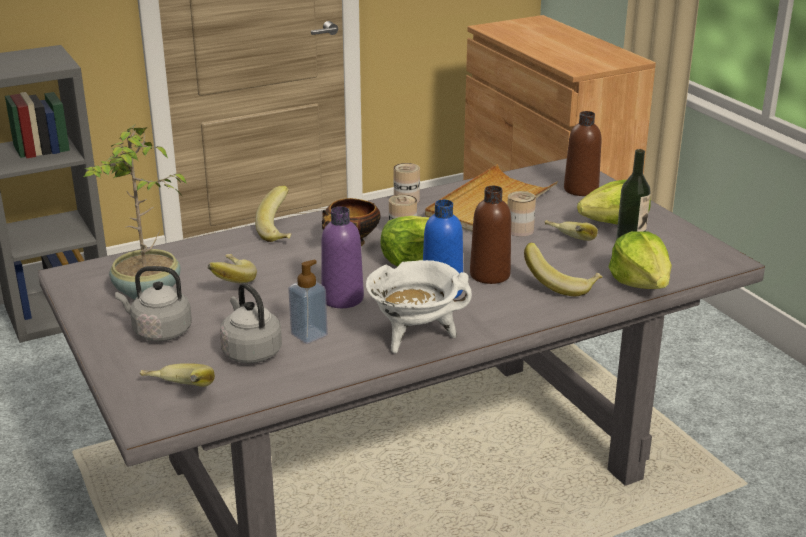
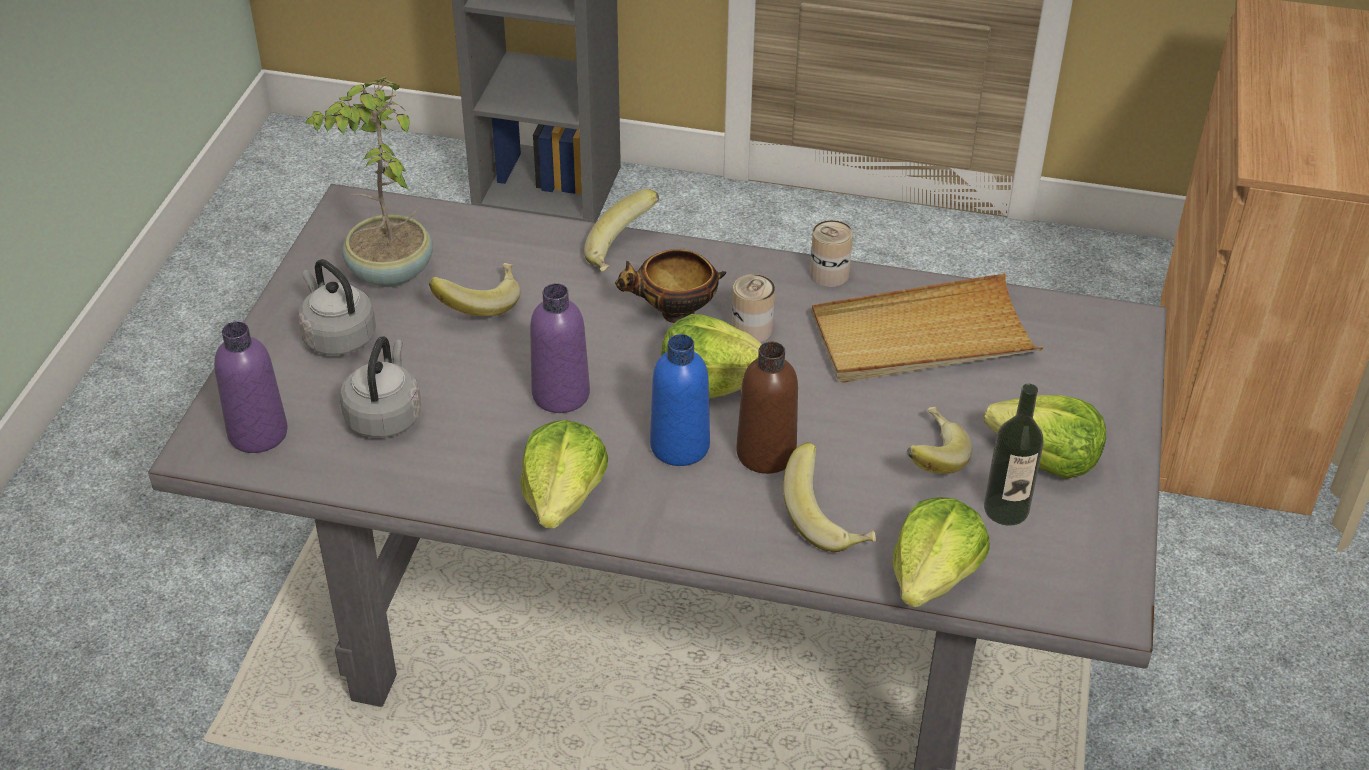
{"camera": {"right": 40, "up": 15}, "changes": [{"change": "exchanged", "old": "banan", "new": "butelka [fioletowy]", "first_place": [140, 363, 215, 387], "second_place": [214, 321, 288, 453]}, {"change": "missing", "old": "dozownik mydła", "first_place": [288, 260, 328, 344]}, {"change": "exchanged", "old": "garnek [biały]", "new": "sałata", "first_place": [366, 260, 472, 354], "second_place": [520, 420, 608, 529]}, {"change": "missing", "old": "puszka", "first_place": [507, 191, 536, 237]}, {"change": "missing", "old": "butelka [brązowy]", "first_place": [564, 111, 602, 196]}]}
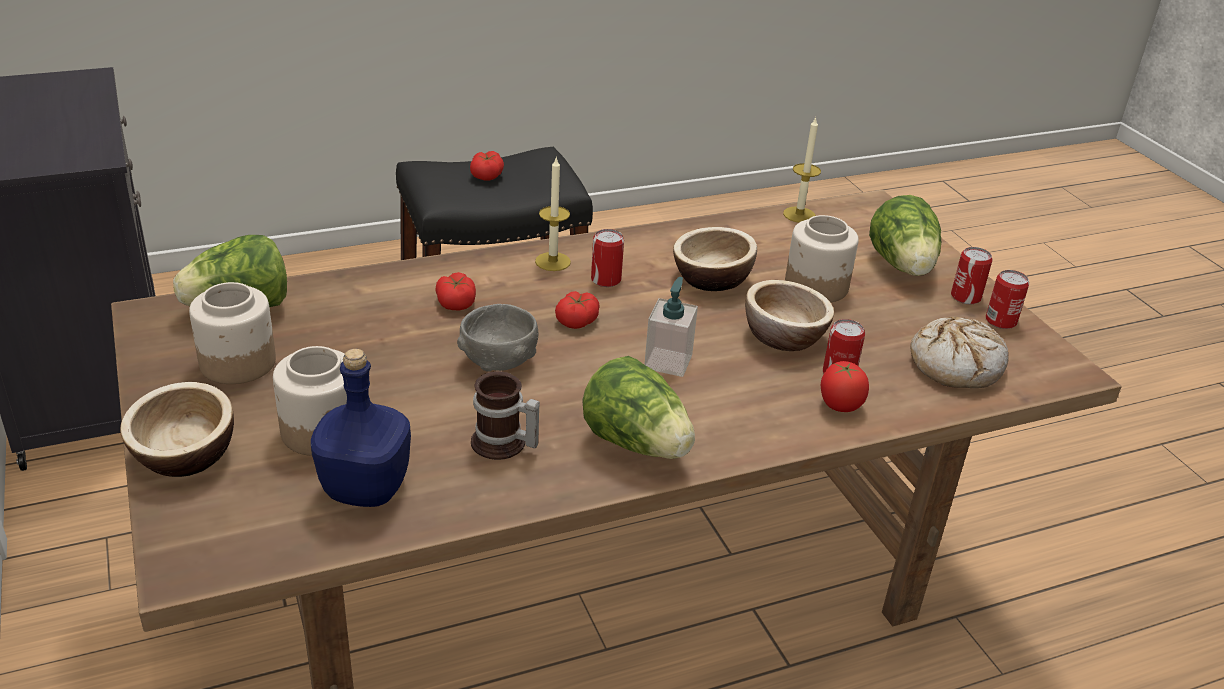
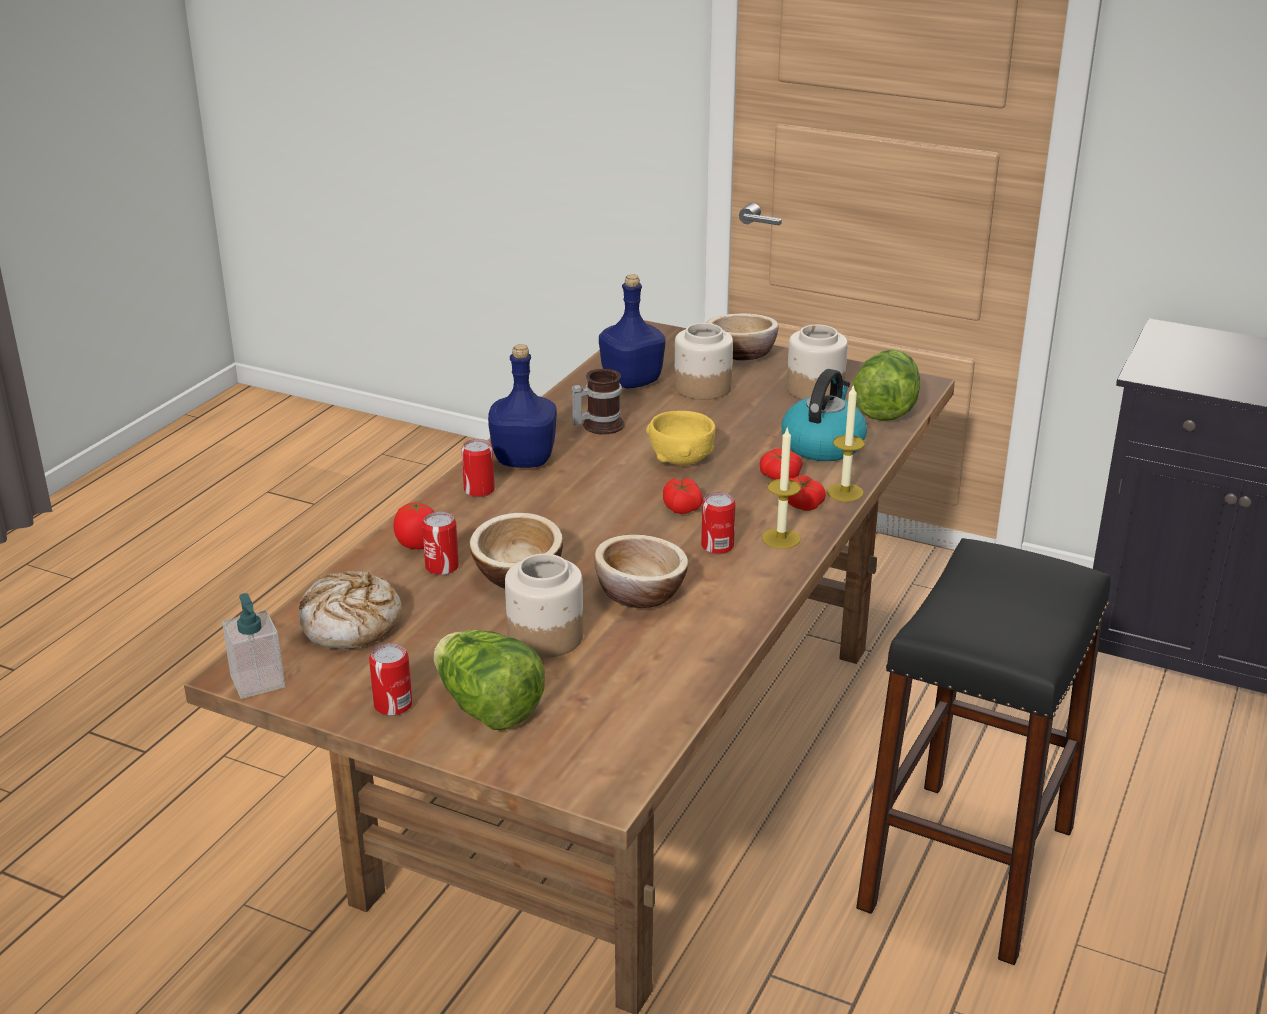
{"camera": {"right": 140, "up": -5}, "changes": [{"change": "colour", "old": "miska [szary]", "new": "miska [żółty]", "first_place": [457, 304, 538, 372], "second_place": [646, 411, 716, 465]}, {"change": "relocated", "old": "pomidor", "first_place": [470, 151, 504, 181], "second_place": [788, 475, 826, 511]}, {"change": "exchanged", "old": "sałata", "new": "butelka [niebieski]", "first_place": [582, 356, 695, 459], "second_place": [488, 344, 557, 468]}, {"change": "relocated", "old": "dozownik mydła", "first_place": [644, 277, 698, 377], "second_place": [222, 593, 285, 699]}, {"change": "relocated", "old": "świeca", "first_place": [783, 117, 821, 222], "second_place": [827, 384, 865, 502]}, {"change": "relocated", "old": "puszka", "first_place": [986, 270, 1029, 329], "second_place": [461, 439, 495, 497]}, {"change": "appeared", "new": "czajnik", "second_place": [781, 369, 867, 461]}]}
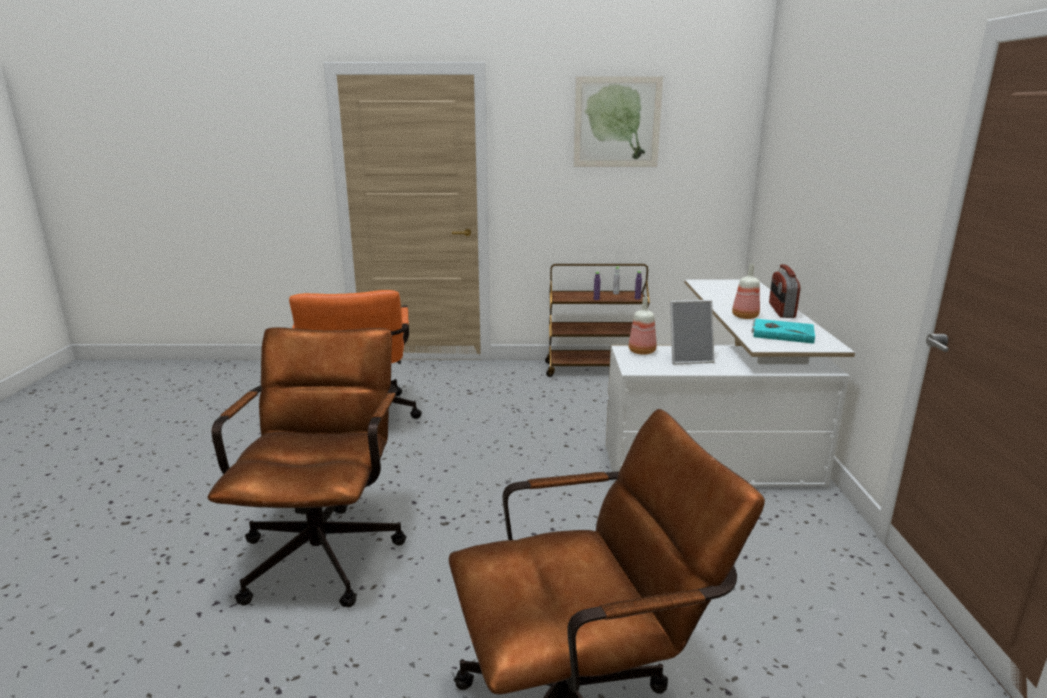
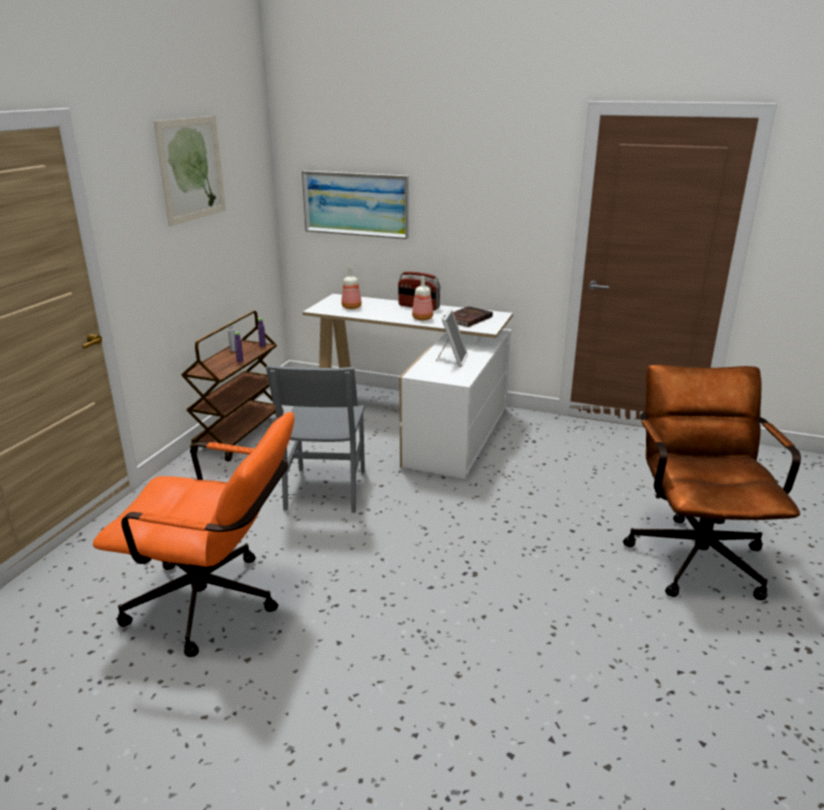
{"camera": {"right": -70, "up": 5}, "changes": [{"change": "missing", "old": "krzesło biurowe [brązowy]", "first_place": [207, 327, 406, 607]}, {"change": "relocated", "old": "butelka", "first_place": [628, 297, 657, 355], "second_place": [341, 266, 362, 309]}, {"change": "colour", "old": "książka [turkusowy]", "new": "książka [brązowy]", "first_place": [751, 319, 815, 344], "second_place": [442, 306, 493, 327]}, {"change": "appeared", "new": "krzesło [szary]", "second_place": [266, 365, 365, 513]}, {"change": "appeared", "new": "obraz", "second_place": [302, 171, 409, 239]}]}
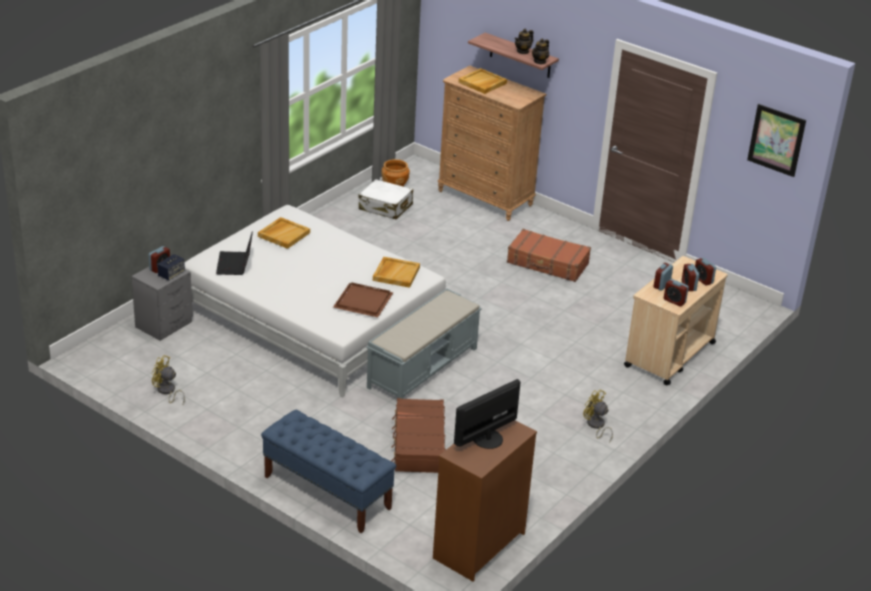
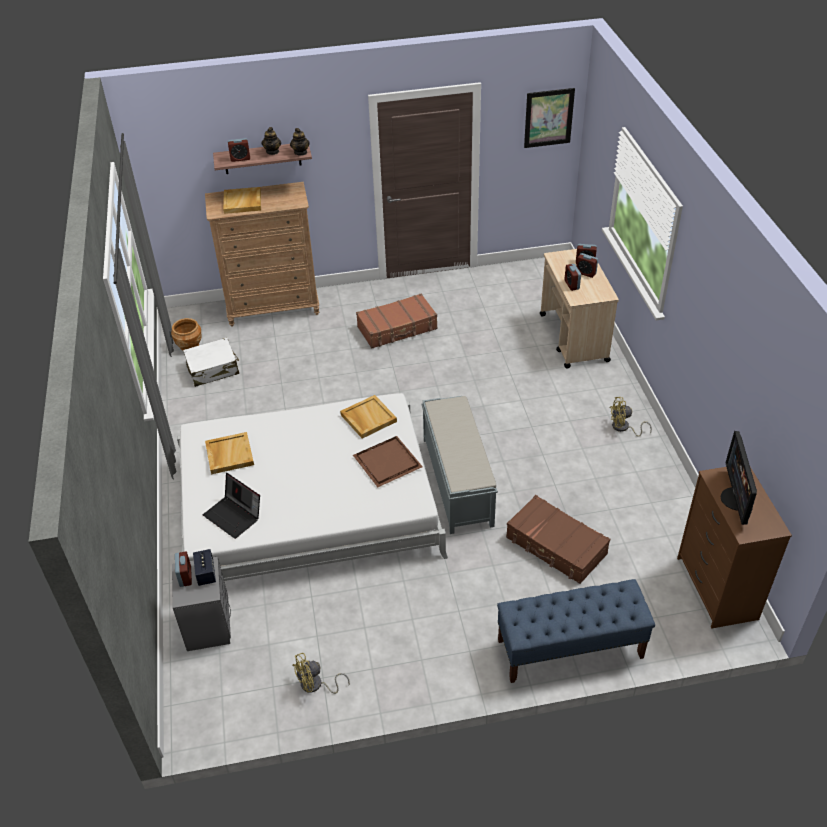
{"camera": {"right": -45, "up": 10}, "changes": [{"change": "relocated", "old": "budzik", "first_place": [664, 279, 689, 307], "second_place": [228, 138, 250, 162]}]}
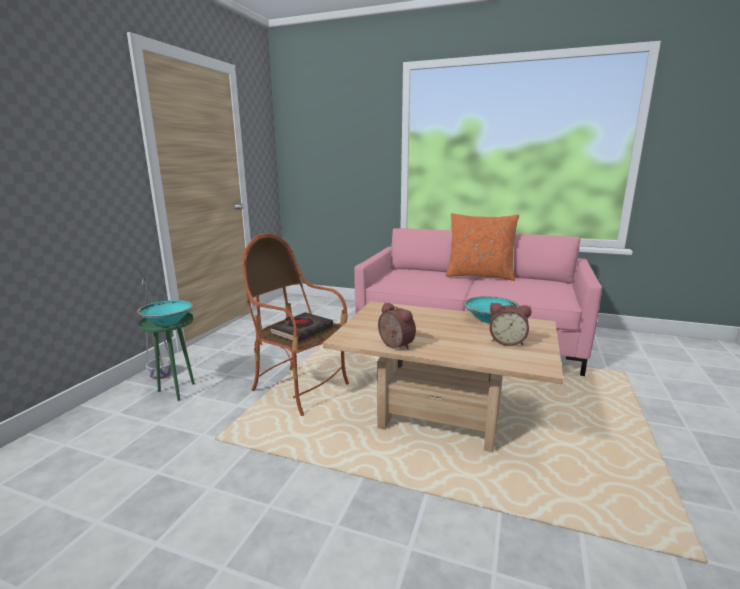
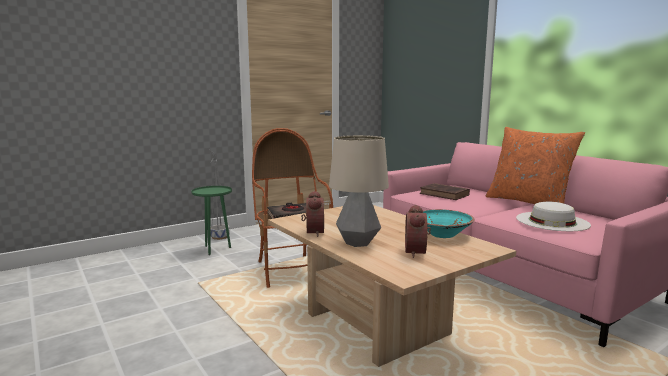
{"camera": {"right": 35, "up": -5}, "changes": [{"change": "missing", "old": "miska [turkusowy]", "first_place": [137, 300, 193, 326]}, {"change": "spun", "old": "budzik", "first_place": [490, 303, 531, 346], "second_place": [405, 205, 431, 258], "degrees": 45}, {"change": "appeared", "new": "lampa stołowa", "second_place": [329, 135, 389, 247]}, {"change": "appeared", "new": "książka [brązowy]", "second_place": [420, 183, 470, 200]}, {"change": "appeared", "new": "kapelusz [biały]", "second_place": [516, 202, 591, 231]}]}
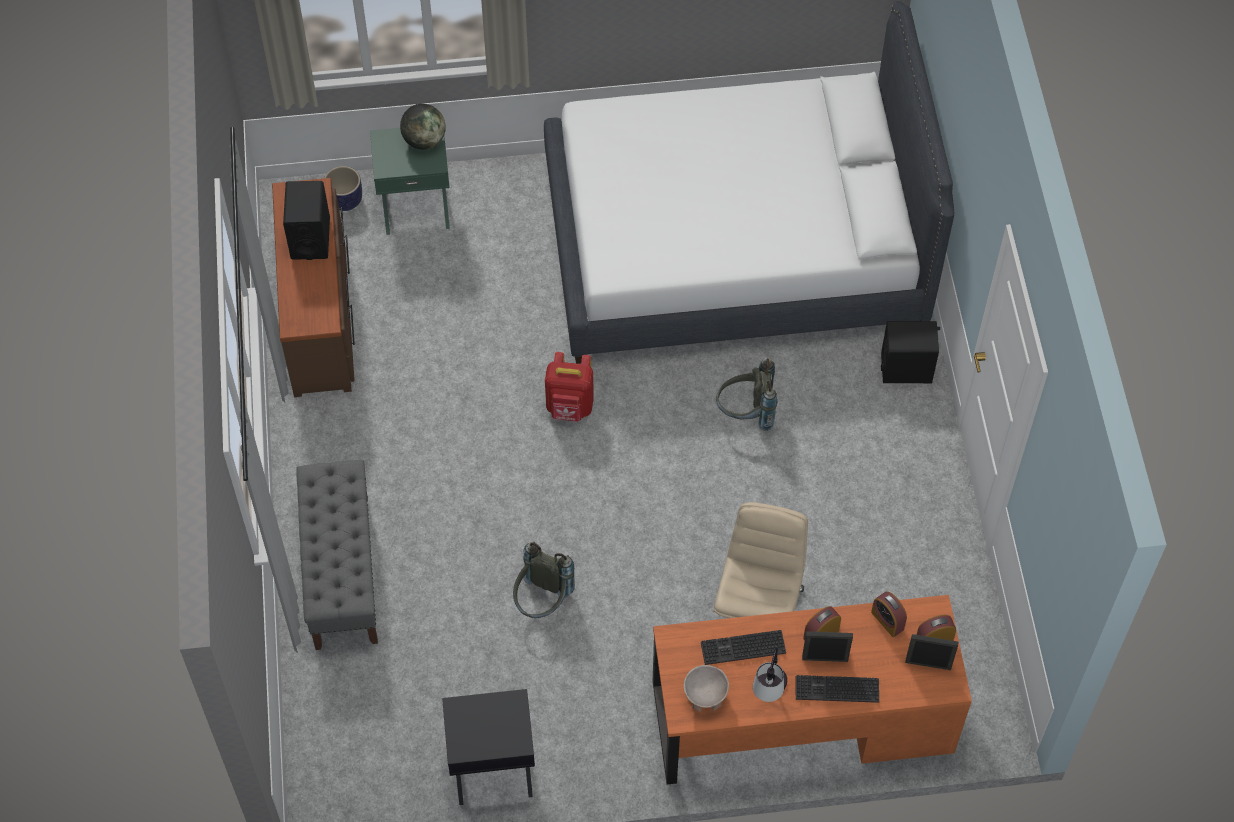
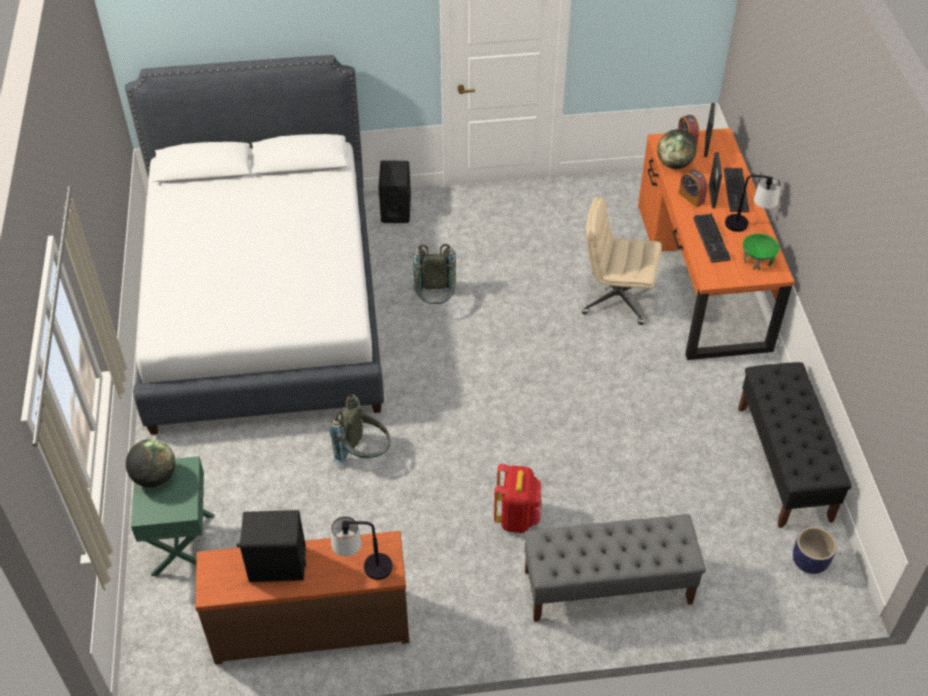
{"camera": {"right": -90, "up": -10}, "changes": [{"change": "relocated", "old": "donica", "first_place": [324, 166, 362, 211], "second_place": [793, 527, 837, 574]}, {"change": "exchanged", "old": "szafka nocna [czarny]", "new": "ławka [czarny]", "first_place": [442, 689, 535, 805], "second_place": [738, 362, 852, 528]}, {"change": "relocated", "old": "plecak [szary]", "first_place": [513, 542, 575, 618], "second_place": [330, 394, 391, 466]}, {"change": "relocated", "old": "plecak [czerwony]", "first_place": [545, 352, 594, 422], "second_place": [494, 463, 542, 533]}, {"change": "colour", "old": "miska [beżowy]", "new": "miska [zielony]", "first_place": [684, 665, 729, 712], "second_place": [743, 233, 780, 270]}, {"change": "exchanged", "old": "budzik", "new": "globus", "first_place": [871, 591, 907, 637], "second_place": [657, 129, 697, 169]}, {"change": "appeared", "new": "lampa stołowa", "second_place": [331, 516, 393, 580]}]}
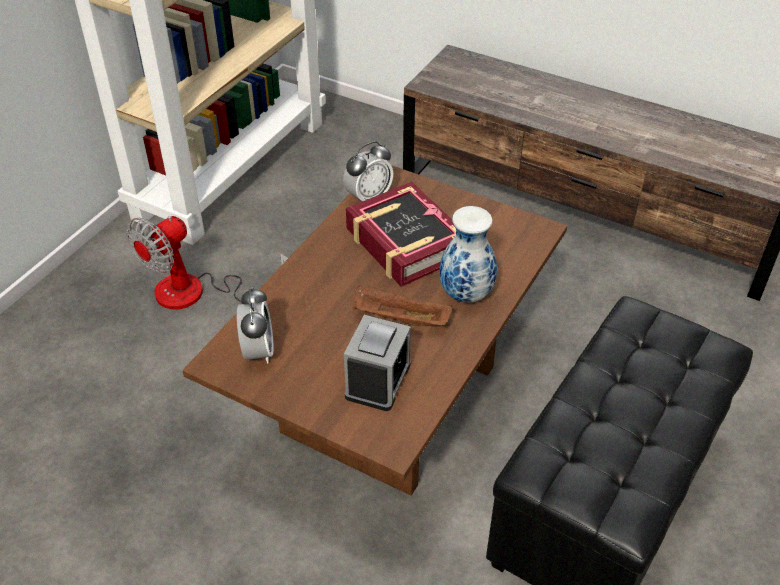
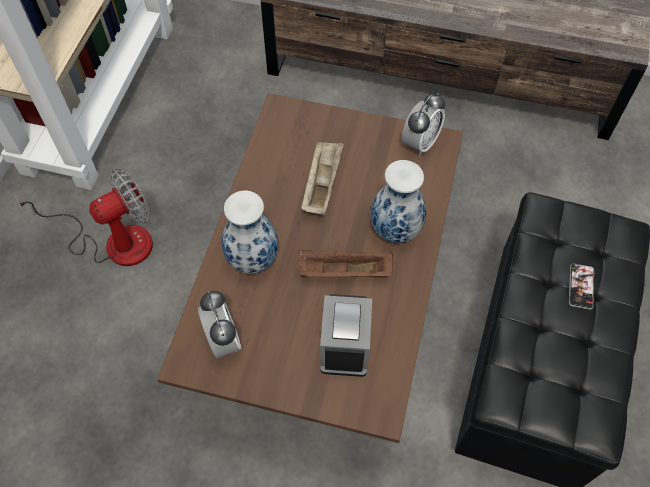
{"camera": {"right": -15, "up": 15}, "changes": [{"change": "spun", "old": "wentylator", "first_place": [126, 216, 288, 310], "second_place": [14, 169, 153, 266], "degrees": -150}, {"change": "relocated", "old": "budzik", "first_place": [343, 141, 393, 201], "second_place": [402, 93, 446, 156]}, {"change": "exchanged", "old": "książka", "new": "taca [beżowy]", "first_place": [346, 182, 456, 287], "second_place": [301, 142, 344, 215]}, {"change": "appeared", "new": "wazon", "second_place": [222, 191, 278, 274]}, {"change": "appeared", "new": "telefon", "second_place": [569, 264, 594, 310]}]}
